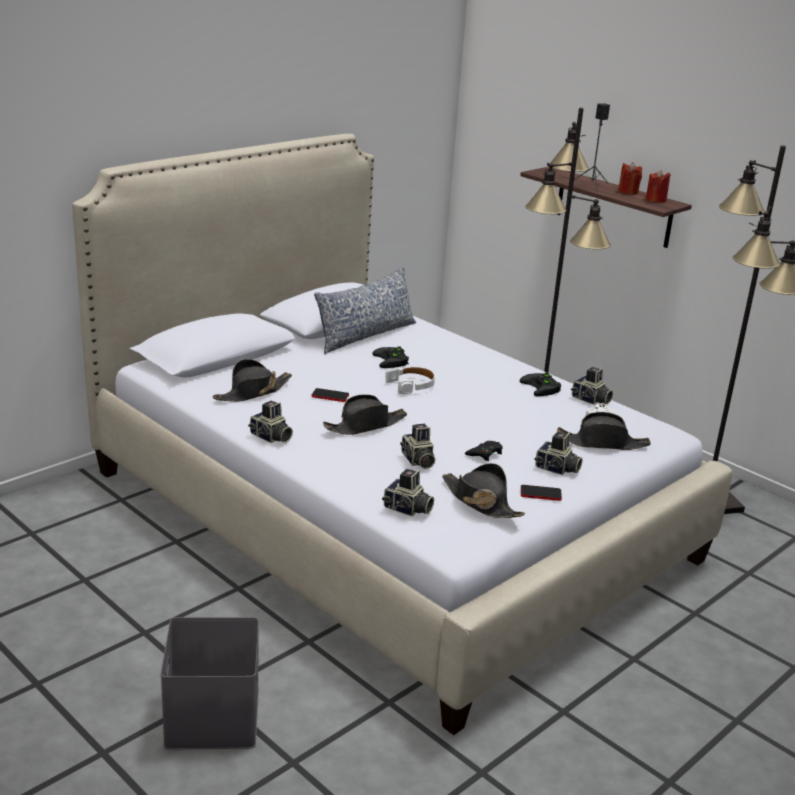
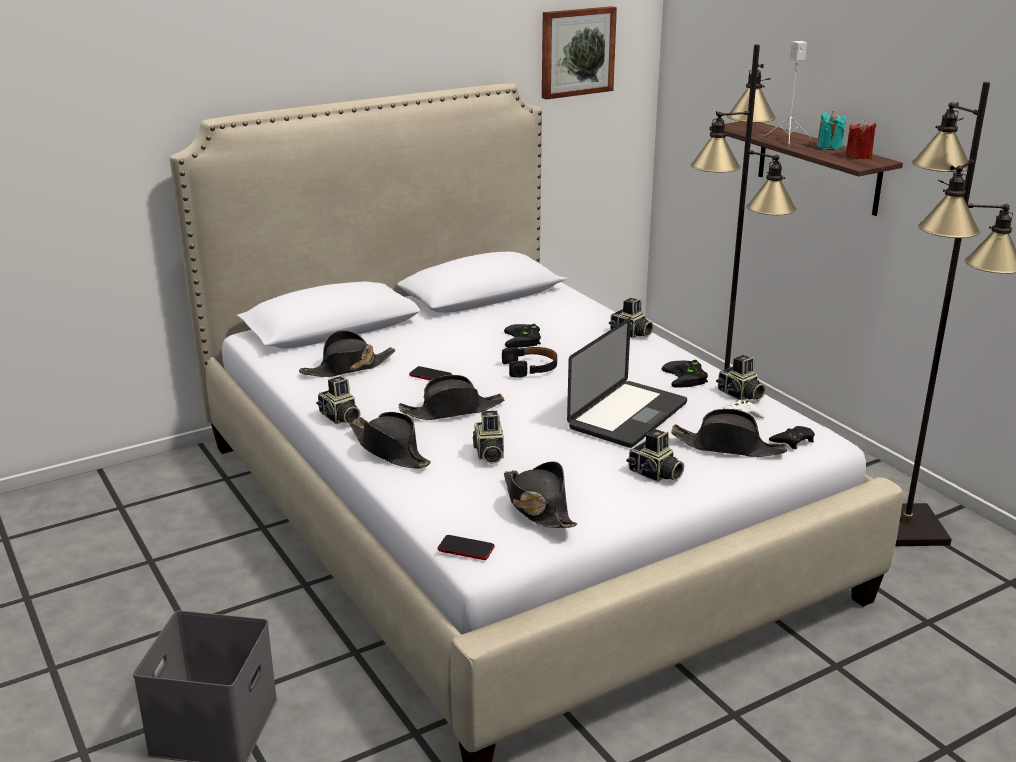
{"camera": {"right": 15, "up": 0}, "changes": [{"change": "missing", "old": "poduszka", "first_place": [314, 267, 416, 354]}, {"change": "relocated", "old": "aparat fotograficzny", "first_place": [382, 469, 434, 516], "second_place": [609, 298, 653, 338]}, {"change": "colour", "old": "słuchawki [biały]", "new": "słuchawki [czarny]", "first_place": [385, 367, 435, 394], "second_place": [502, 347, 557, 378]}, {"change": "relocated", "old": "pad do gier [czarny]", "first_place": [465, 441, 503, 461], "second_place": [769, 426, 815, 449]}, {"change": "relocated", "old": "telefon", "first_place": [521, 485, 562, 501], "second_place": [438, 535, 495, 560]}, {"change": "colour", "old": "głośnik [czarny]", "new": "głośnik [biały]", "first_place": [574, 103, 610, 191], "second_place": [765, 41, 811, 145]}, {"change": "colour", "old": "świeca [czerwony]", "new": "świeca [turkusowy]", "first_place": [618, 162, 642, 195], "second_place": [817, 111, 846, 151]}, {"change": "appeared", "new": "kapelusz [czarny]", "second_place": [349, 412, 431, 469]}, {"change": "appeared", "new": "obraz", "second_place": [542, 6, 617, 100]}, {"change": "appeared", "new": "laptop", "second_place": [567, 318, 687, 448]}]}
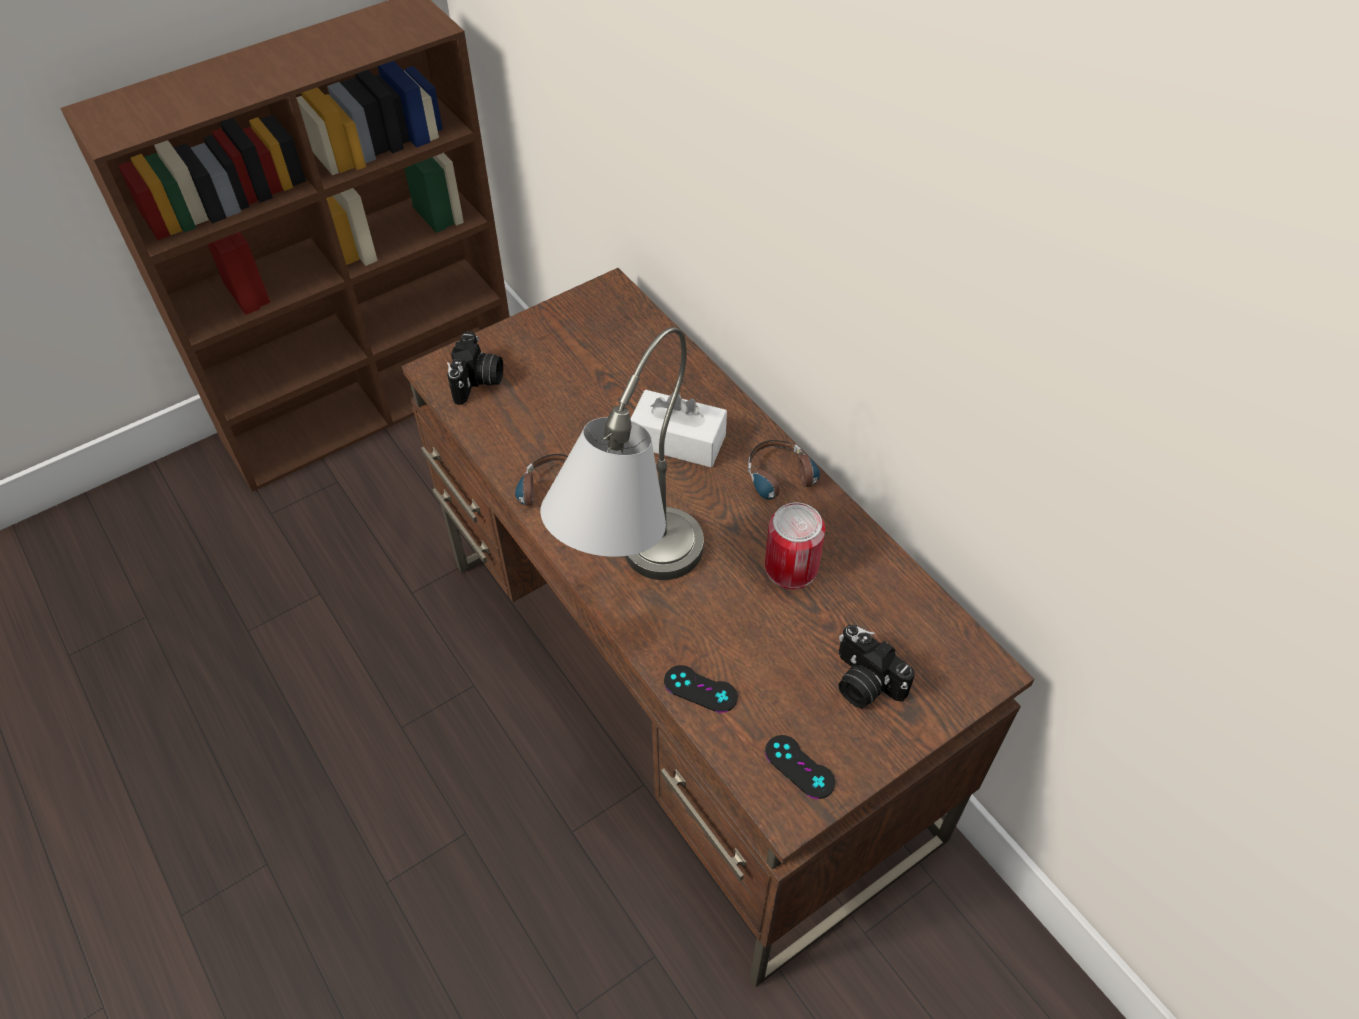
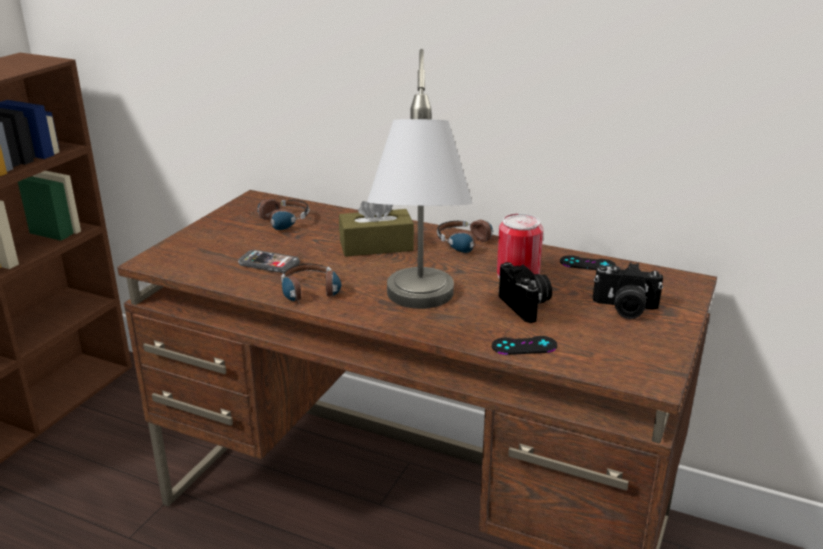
{"camera": {"right": -30, "up": -25}, "changes": [{"change": "relocated", "old": "aparat fotograficzny", "first_place": [447, 331, 503, 405], "second_place": [499, 262, 552, 323]}, {"change": "colour", "old": "pudełko chusteczek [biały]", "new": "pudełko chusteczek [brązowy]", "first_place": [630, 390, 727, 467], "second_place": [339, 201, 414, 257]}, {"change": "relocated", "old": "pad do gier [czarny]", "first_place": [765, 735, 835, 799], "second_place": [560, 255, 616, 270]}, {"change": "appeared", "new": "telefon", "second_place": [238, 250, 300, 273]}, {"change": "appeared", "new": "słuchawki", "second_place": [240, 199, 310, 230]}]}
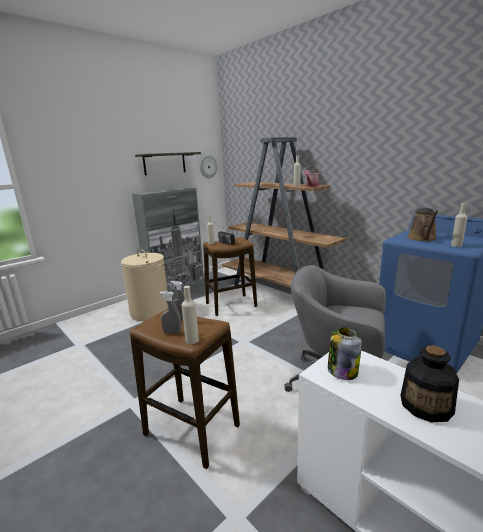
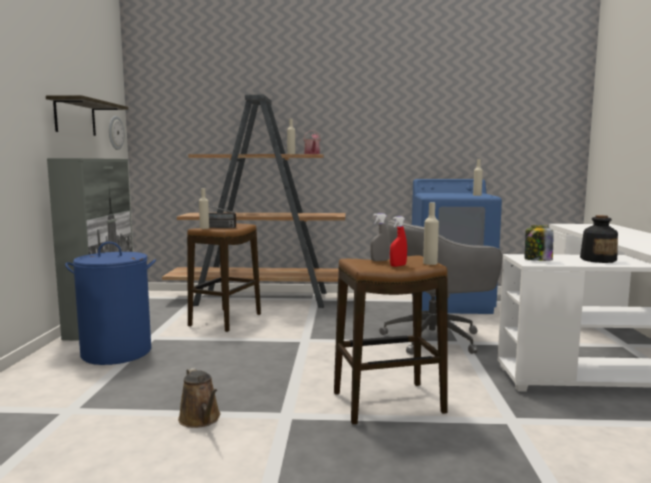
{"camera": {"right": -45, "up": -10}, "changes": [{"change": "colour", "old": "kosz na pranie [beżowy]", "new": "kosz na pranie [niebieski]", "first_place": [121, 249, 168, 321], "second_place": [65, 242, 156, 365]}, {"change": "colour", "old": "spryskiwacz [szary]", "new": "spryskiwacz [czerwony]", "first_place": [160, 292, 181, 334], "second_place": [390, 216, 407, 267]}, {"change": "relocated", "old": "konewka [brązowy]", "first_place": [407, 208, 438, 241], "second_place": [178, 367, 221, 428]}]}
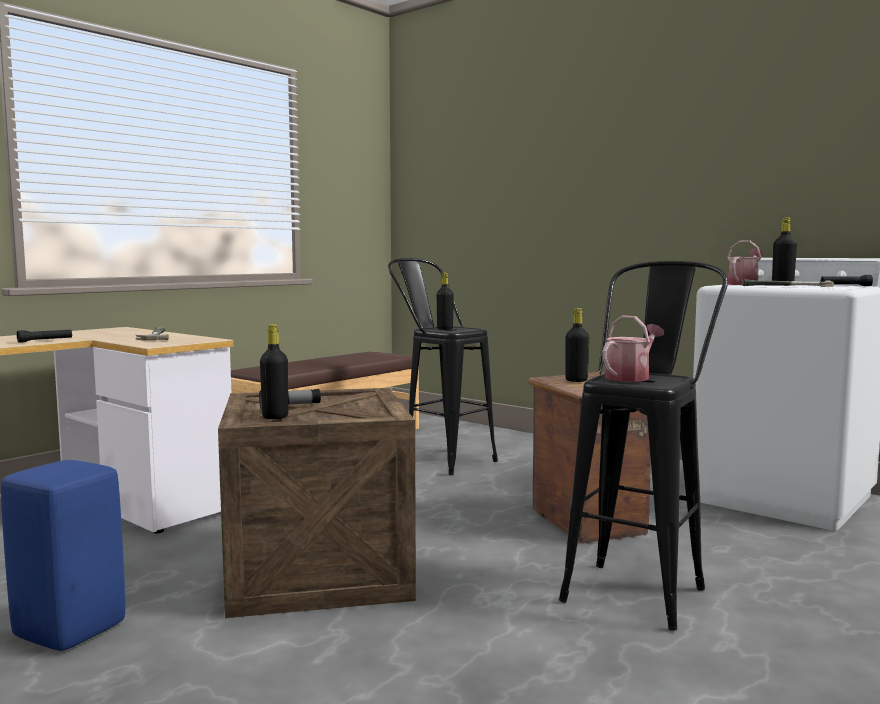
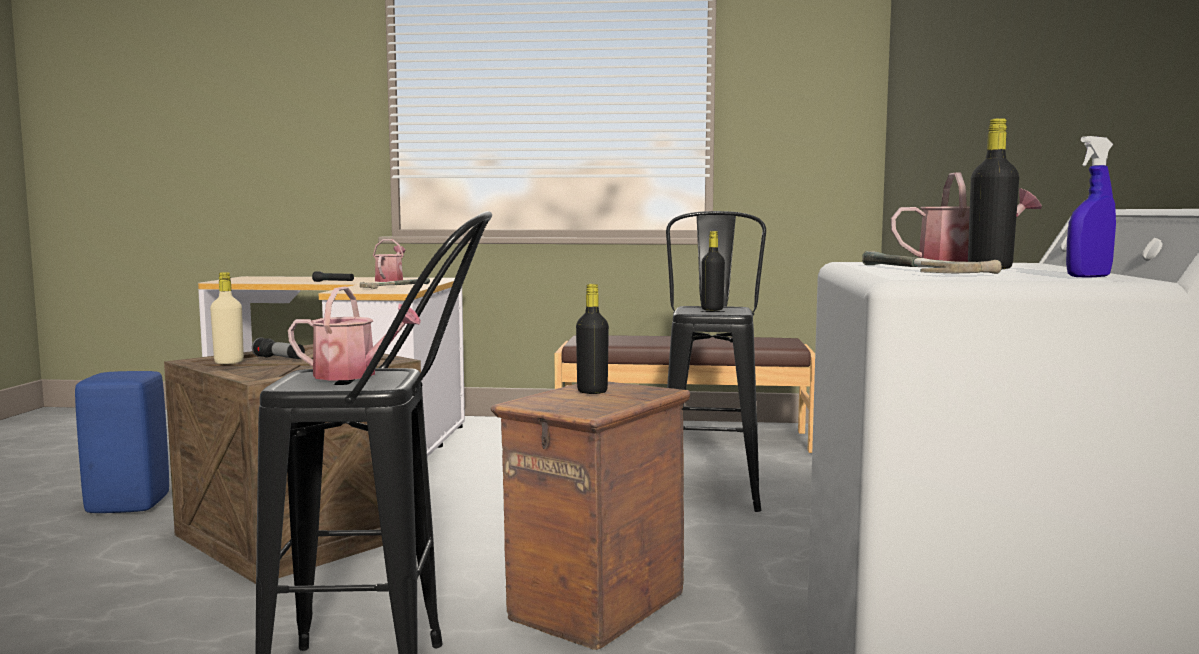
{"camera": {"right": 55, "up": 0}, "changes": [{"change": "colour", "old": "butelka [czarny]", "new": "butelka [beżowy]", "first_place": [260, 324, 288, 419], "second_place": [210, 272, 244, 364]}, {"change": "exchanged", "old": "latarka [czarny]", "new": "spryskiwacz [niebieski]", "first_place": [821, 275, 873, 286], "second_place": [1066, 136, 1116, 278]}, {"change": "appeared", "new": "konewka", "second_place": [373, 239, 406, 282]}]}
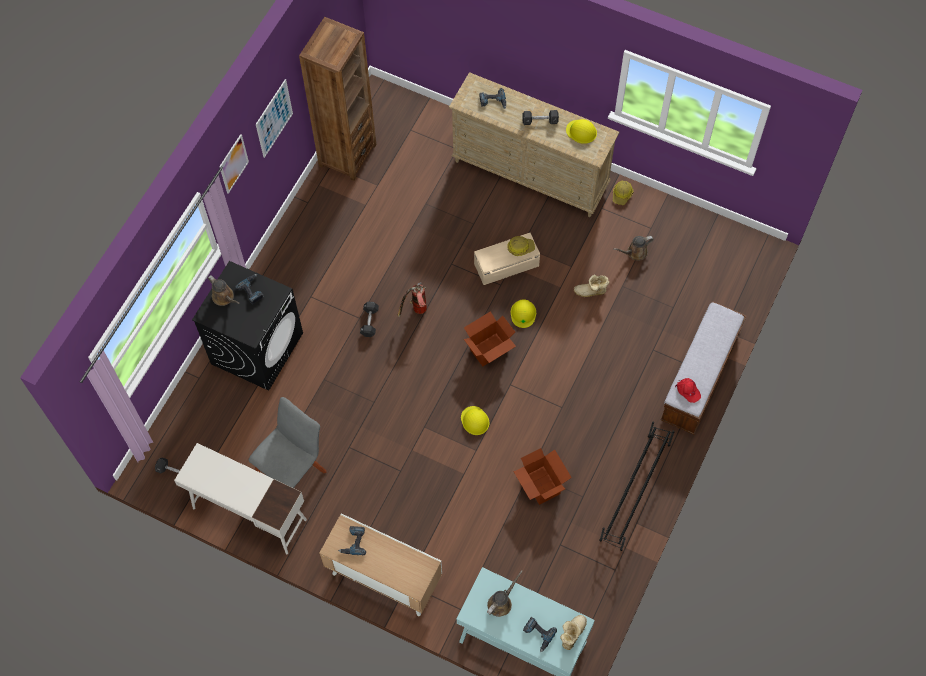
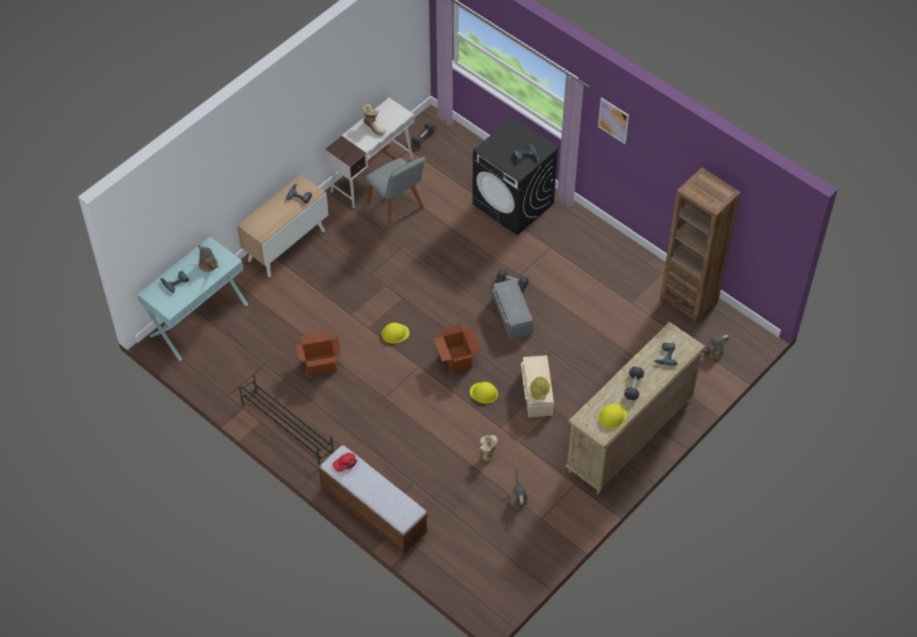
{"camera": {"right": 105, "up": -10}, "changes": [{"change": "relocated", "old": "konewka [brązowy]", "first_place": [208, 275, 240, 306], "second_place": [702, 335, 729, 359]}, {"change": "missing", "old": "obraz", "first_place": [256, 79, 293, 158]}, {"change": "exchanged", "old": "gaśnica", "new": "pojemnik do przechowywania [szary]", "first_place": [397, 282, 427, 317], "second_place": [493, 279, 533, 340]}, {"change": "relocated", "old": "but z cholewką", "first_place": [560, 615, 587, 650], "second_place": [362, 104, 386, 135]}, {"change": "missing", "old": "kask", "first_place": [613, 181, 633, 205]}]}
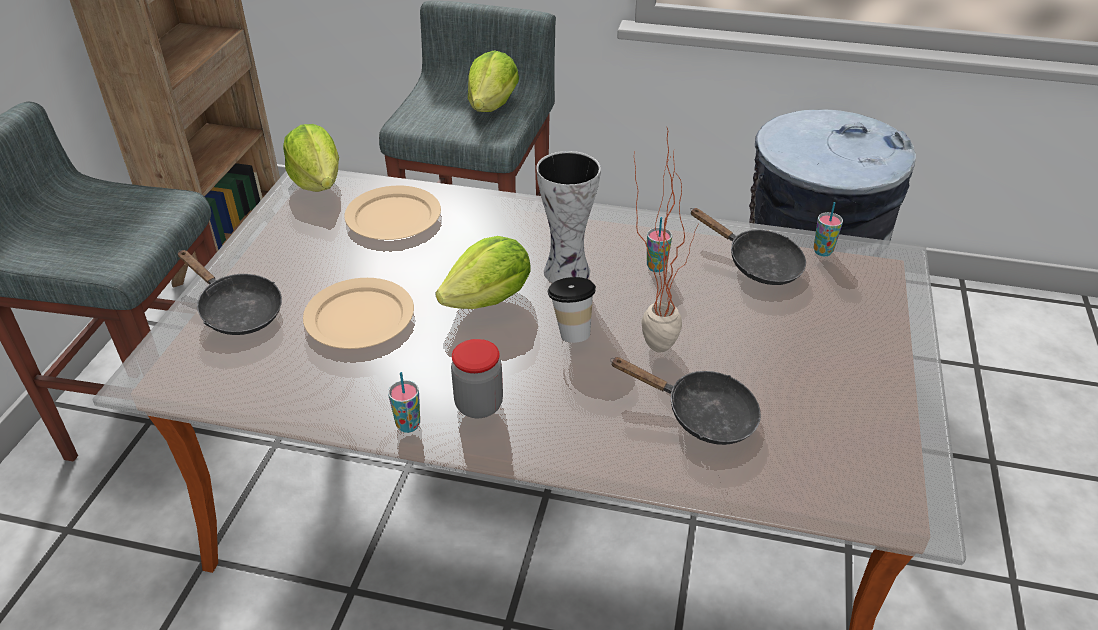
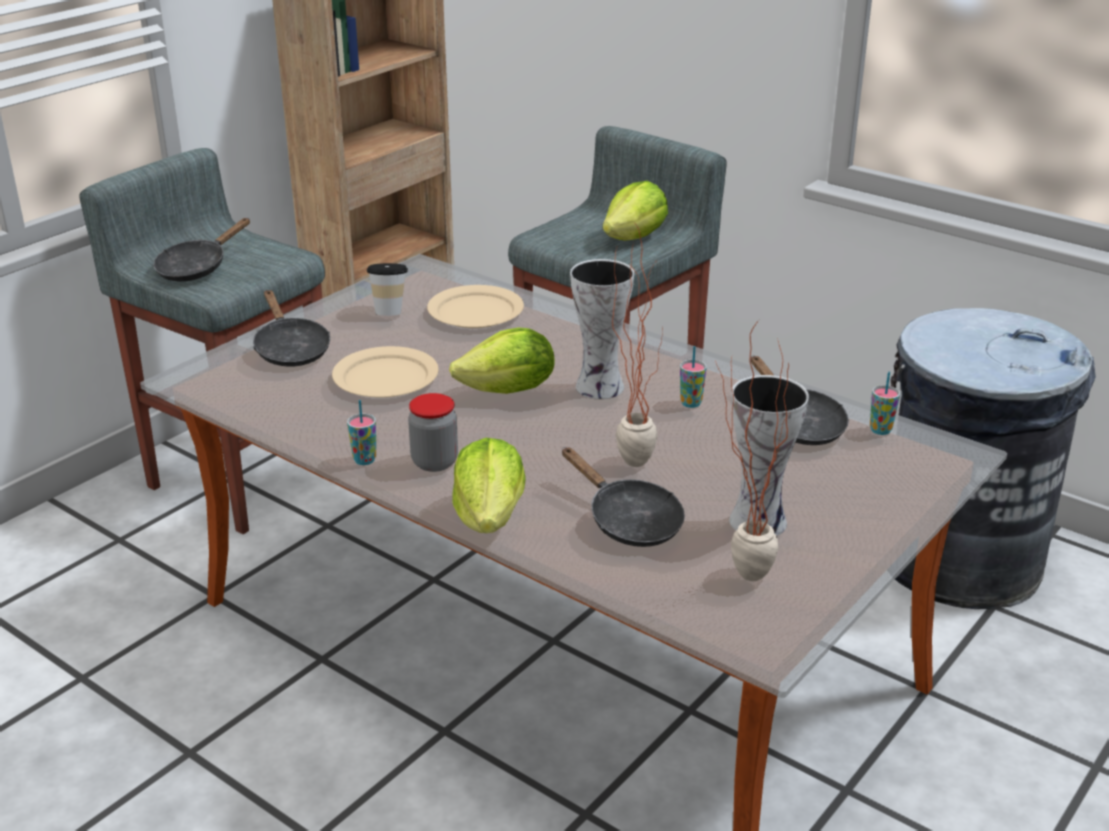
{"camera": {"right": 25, "up": -10}, "changes": [{"change": "relocated", "old": "sałata", "first_place": [283, 124, 339, 192], "second_place": [452, 438, 526, 533]}, {"change": "relocated", "old": "filiżanka", "first_place": [548, 277, 596, 343], "second_place": [367, 263, 408, 316]}, {"change": "appeared", "new": "patelnia [czarny]", "second_place": [153, 218, 250, 282]}, {"change": "appeared", "new": "roślina doniczkowa", "second_place": [715, 320, 789, 581]}, {"change": "appeared", "new": "wazon", "second_place": [729, 375, 809, 536]}]}
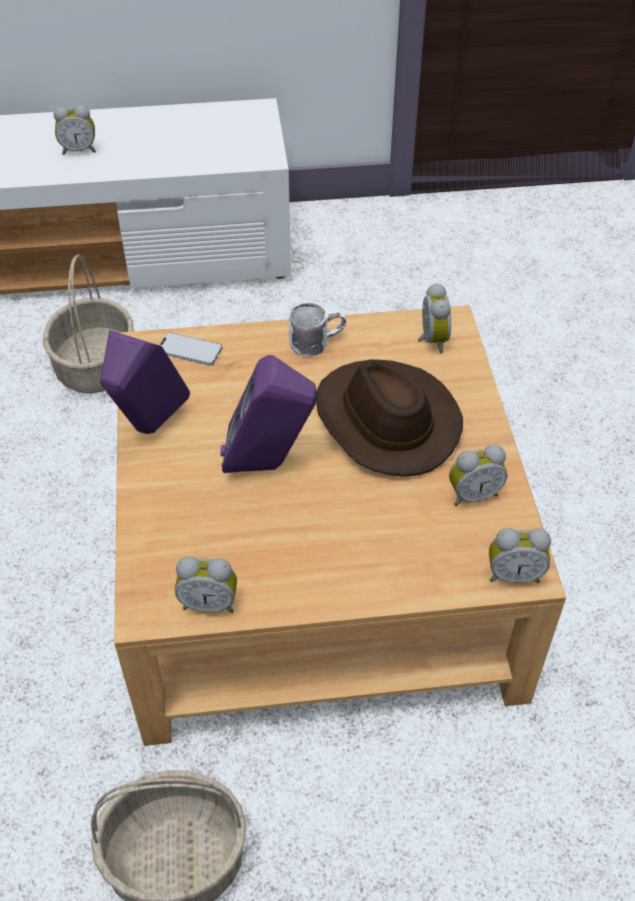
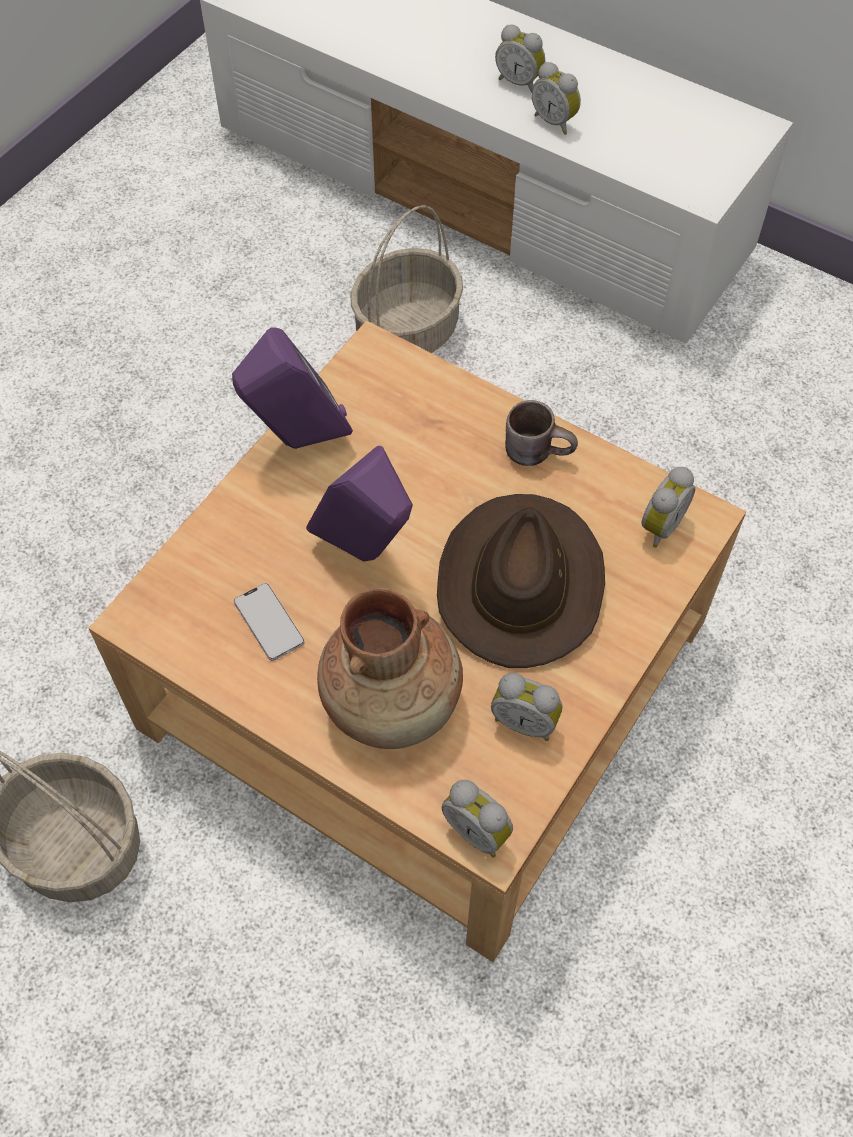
{"camera": {"right": 40, "up": 10}, "changes": [{"change": "relocated", "old": "telefon", "first_place": [160, 332, 223, 365], "second_place": [234, 583, 305, 661]}, {"change": "relocated", "old": "budzik", "first_place": [175, 556, 237, 613], "second_place": [531, 62, 581, 135]}, {"change": "colour", "old": "kubek [biały]", "new": "kubek [brązowy]", "first_place": [289, 303, 346, 357], "second_place": [505, 400, 578, 466]}, {"change": "appeared", "new": "wazon [brązowy]", "second_place": [317, 588, 463, 749]}]}
